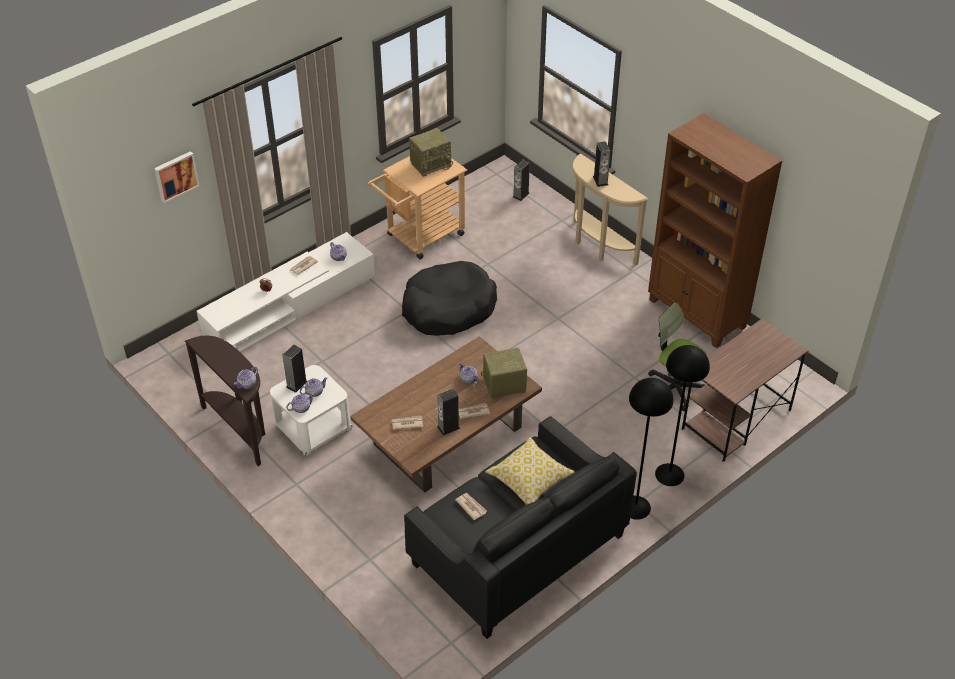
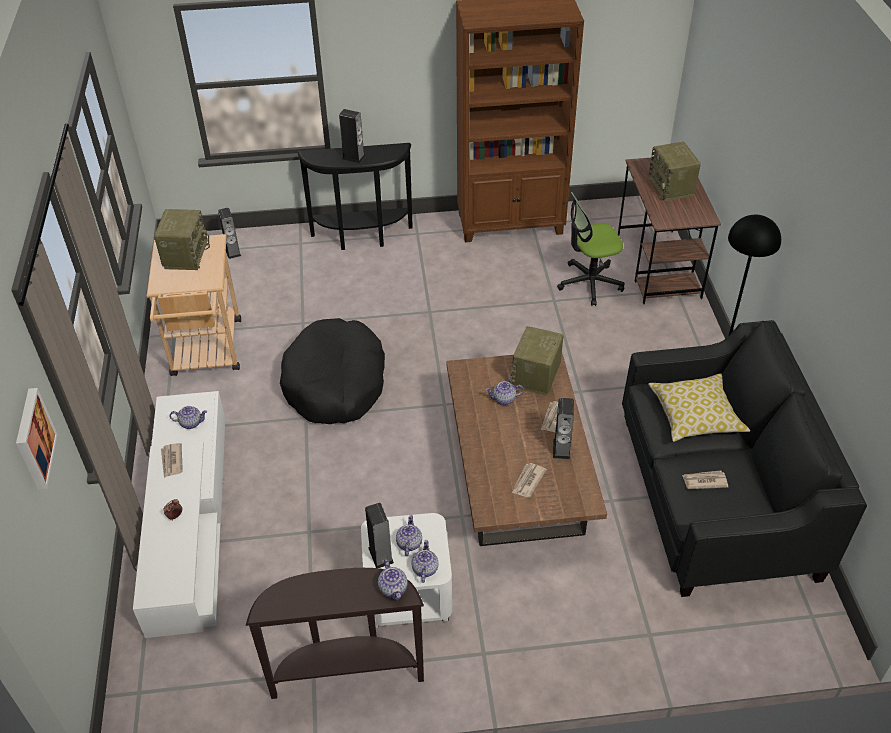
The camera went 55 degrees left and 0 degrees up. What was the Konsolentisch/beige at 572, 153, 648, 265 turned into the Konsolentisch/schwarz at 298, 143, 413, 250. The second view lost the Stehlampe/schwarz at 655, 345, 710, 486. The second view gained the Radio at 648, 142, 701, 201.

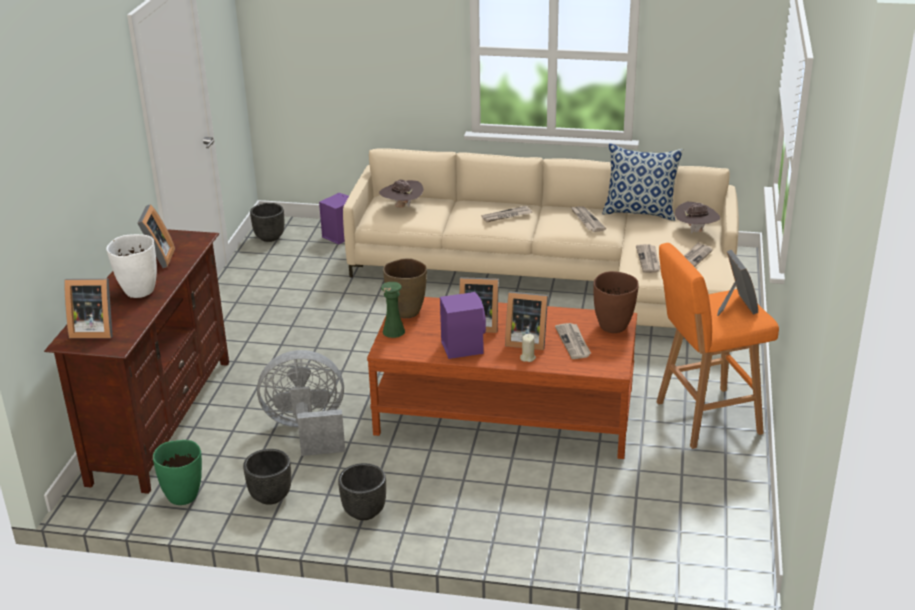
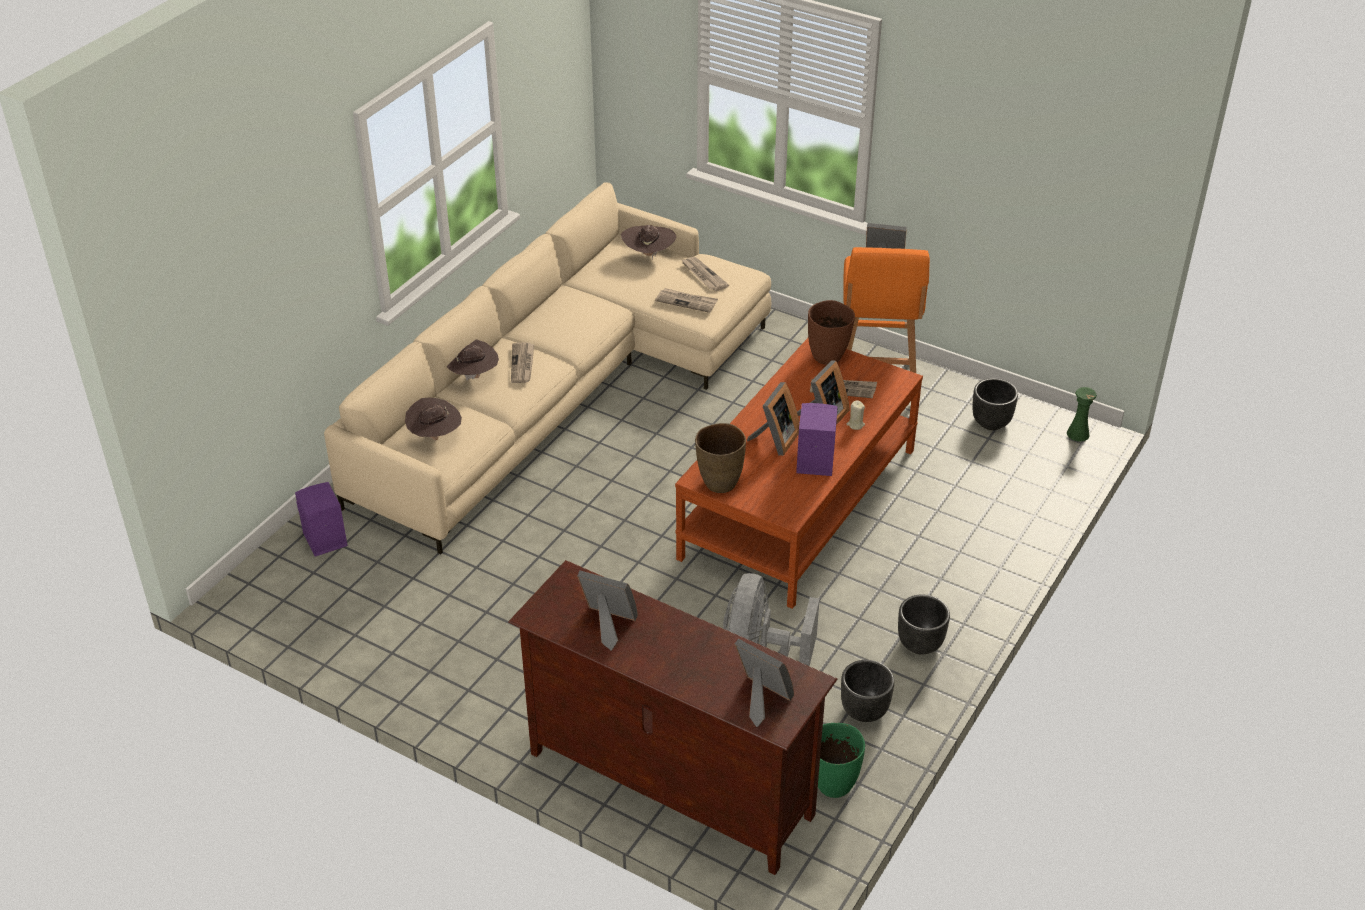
The camera went 70 degrees left and 10 degrees up. The second view lost the Kissen at 602, 143, 683, 221. The Pflanzkübel/schwarz ended up elsewhere, having gone from 250, 203, 284, 242 to 972, 378, 1018, 430. The second view lost the Zeitung at 571, 206, 606, 232. The second view lost the Vase/weiß at 106, 234, 157, 298. The Bilderrahmen at 64, 278, 113, 338 ended up facing another way, 75 degrees counterclockwise from before. The Vase/grün ended up elsewhere, having gone from 381, 282, 405, 338 to 1067, 387, 1097, 442. The second view gained the Hut/braun at 446, 340, 499, 381.

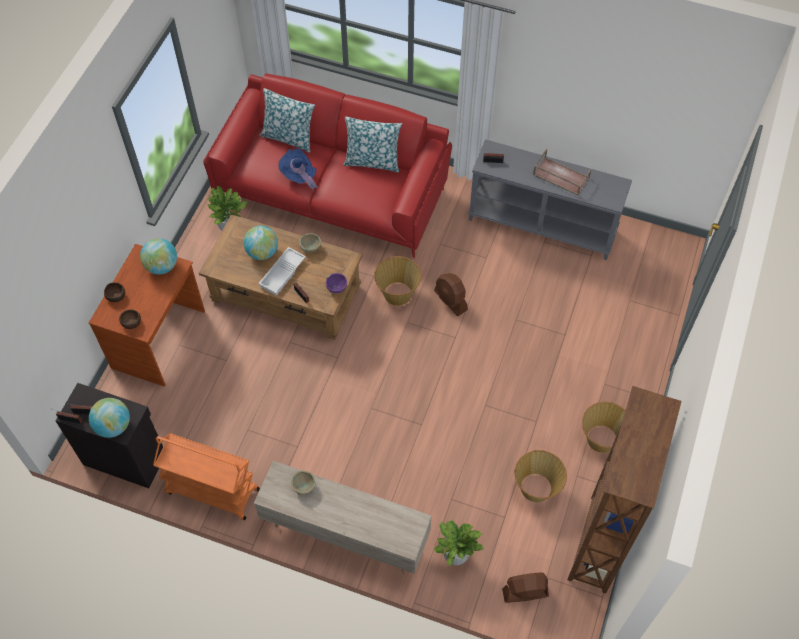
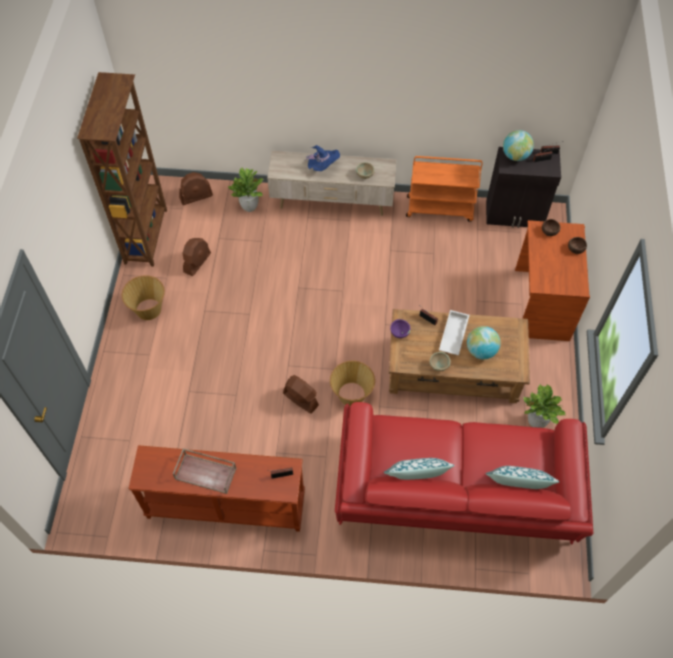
The camera went 165 degrees right and 0 degrees up. What was the Konsolentisch/grau at 468, 139, 632, 260 turned into the Konsolentisch/braun at 128, 445, 305, 532. The Hut/blau ended up elsewhere, having gone from 278, 149, 318, 190 to 304, 145, 340, 171. The second view lost the Globus at 140, 238, 177, 275. Where the Korb stood at 514, 450, 567, 502, the Ventilator/braun came to stand at 183, 238, 211, 276.

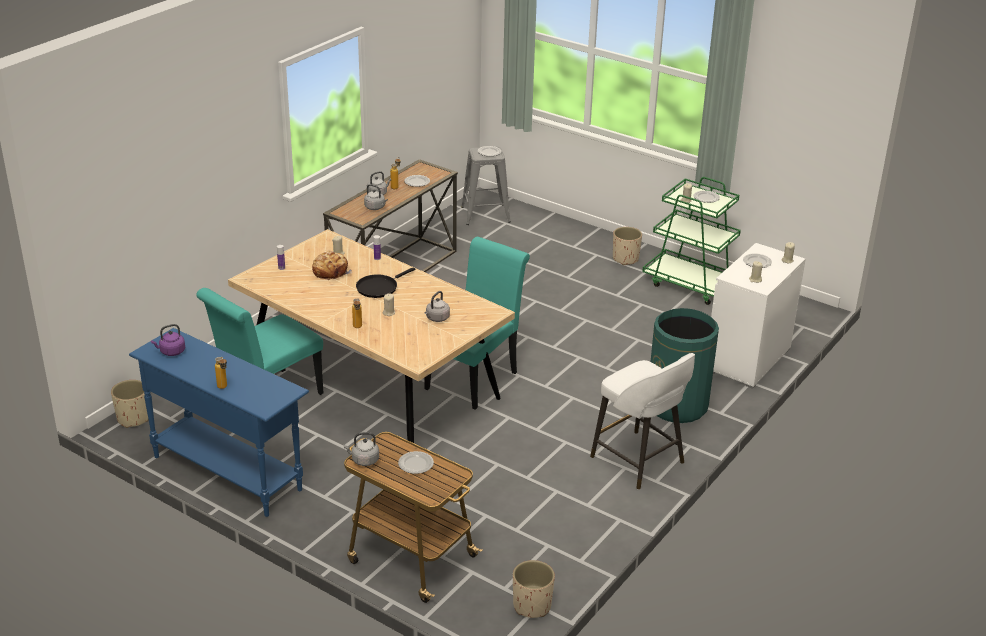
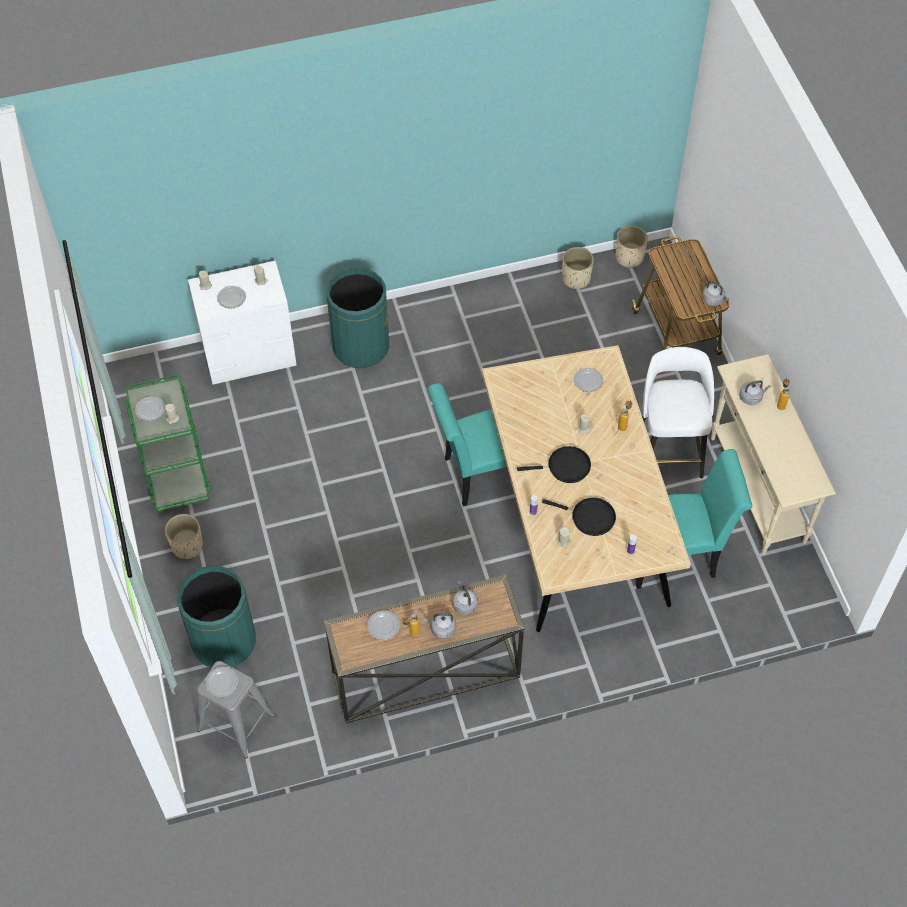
The camera went 140 degrees left and 25 degrees up. Where the Brot stood at 312, 251, 352, 280, the Pfanne/schwarz came to stand at 542, 497, 616, 536. The Wasserkessel/grau ended up elsewhere, having gone from 425, 291, 450, 322 to 739, 381, 771, 405. The second view lost the Wasserkessel/lila at 151, 324, 185, 356. What was the Konsolentisch/blau at 129, 328, 309, 517 turned into the Konsolentisch/beige at 711, 354, 836, 554. The Hocker/weiß ended up elsewhere, having gone from 590, 353, 695, 490 to 642, 347, 714, 478. The Pflanzkübel/beige ended up elsewhere, having gone from 111, 380, 148, 428 to 562, 247, 594, 289. The Teller ended up elsewhere, having gone from 398, 451, 434, 474 to 573, 368, 603, 392. The second view gained the Mülleimer/grün at 177, 566, 256, 668.

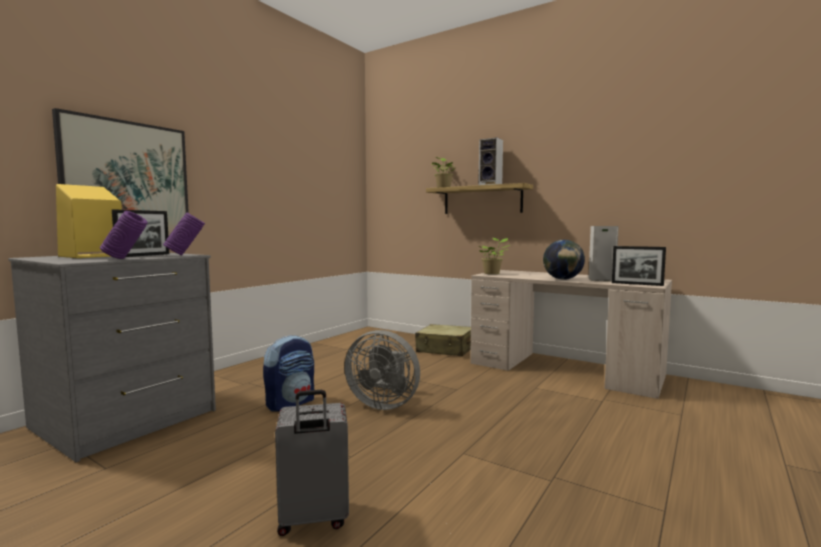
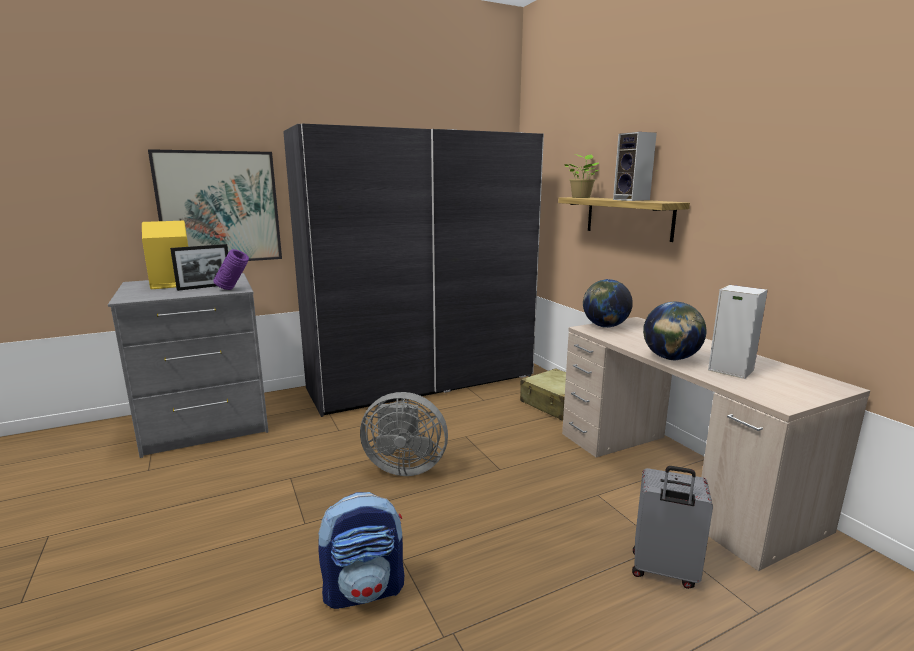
The camera went 30 degrees right and 10 degrees up. The second view lost the Vase/lila at 100, 211, 148, 259. Where the Topfpflanze stood at 479, 238, 510, 274, the Globus came to stand at 583, 279, 633, 328. The second view lost the Bilderrahmen at 612, 246, 666, 286. The Ventilator/grau at 344, 330, 420, 410 ended up facing another way, 45 degrees counterclockwise from before. The Rucksack ended up elsewhere, having gone from 263, 335, 314, 412 to 318, 492, 404, 609. The Koffer/grau ended up elsewhere, having gone from 275, 390, 349, 536 to 632, 466, 713, 589. The second view gained the Kleiderschrank/grau at 283, 124, 544, 417.

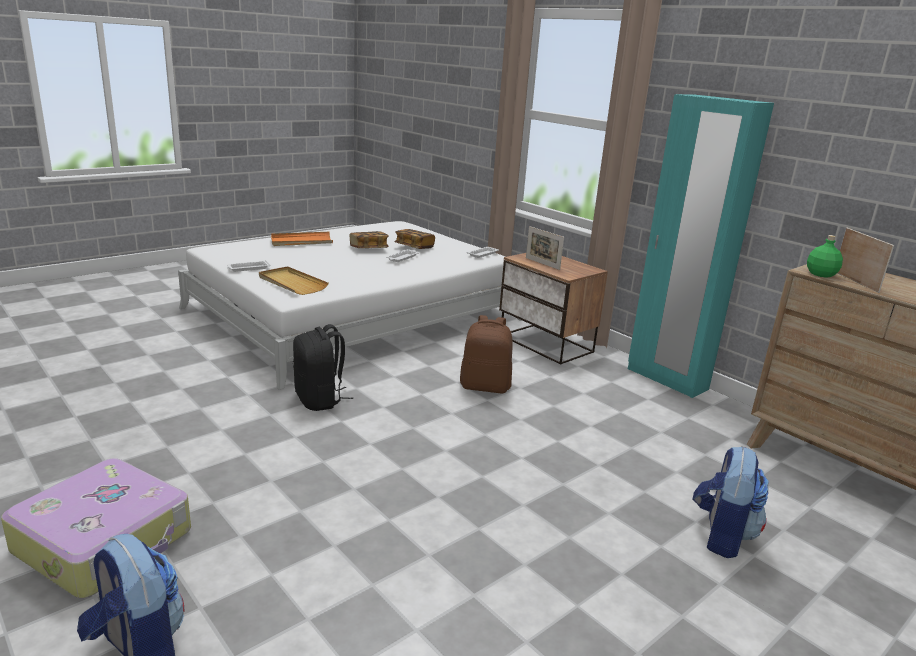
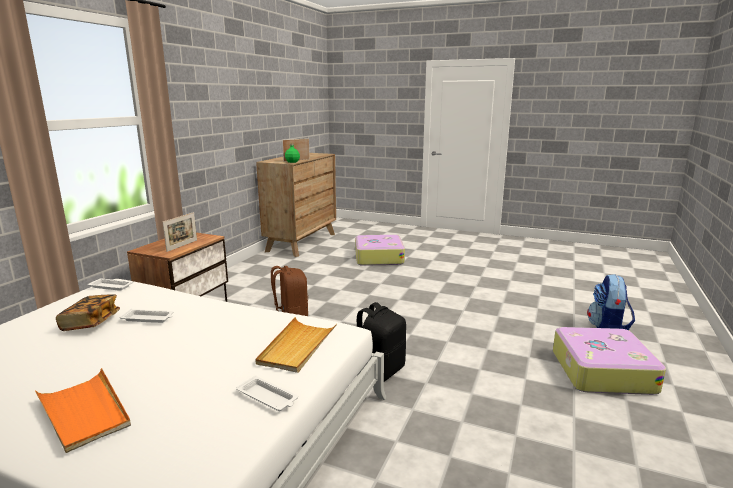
The camera went 115 degrees left and 5 degrees down. The second view lost the Kleiderschrank/türkis at 628, 94, 774, 398. The second view lost the Buch at 349, 231, 389, 248. Where the Rucksack stood at 692, 446, 769, 558, the Koffer came to stand at 355, 235, 405, 266.

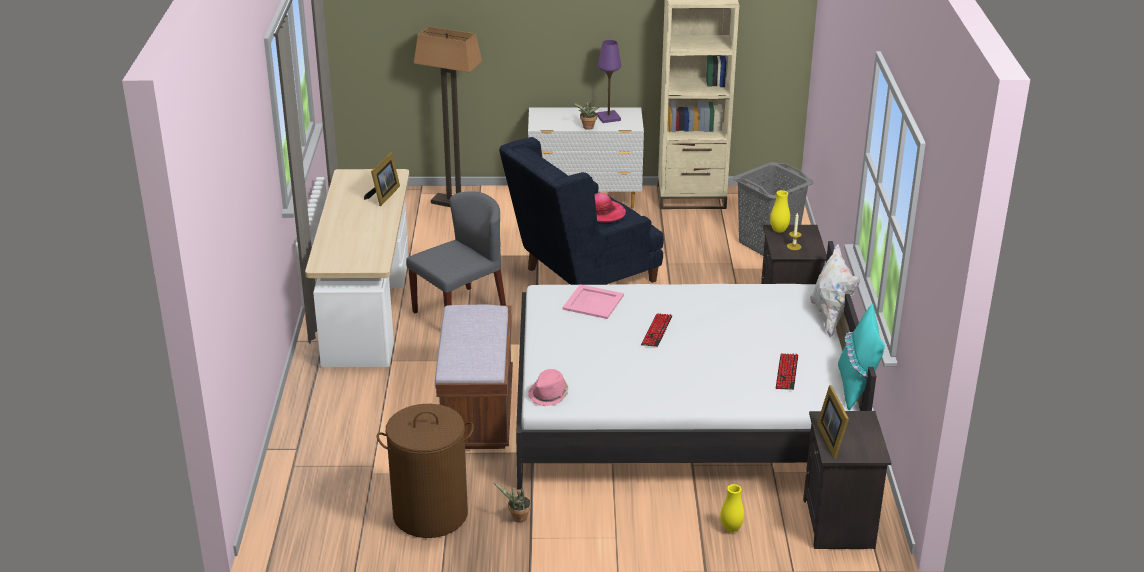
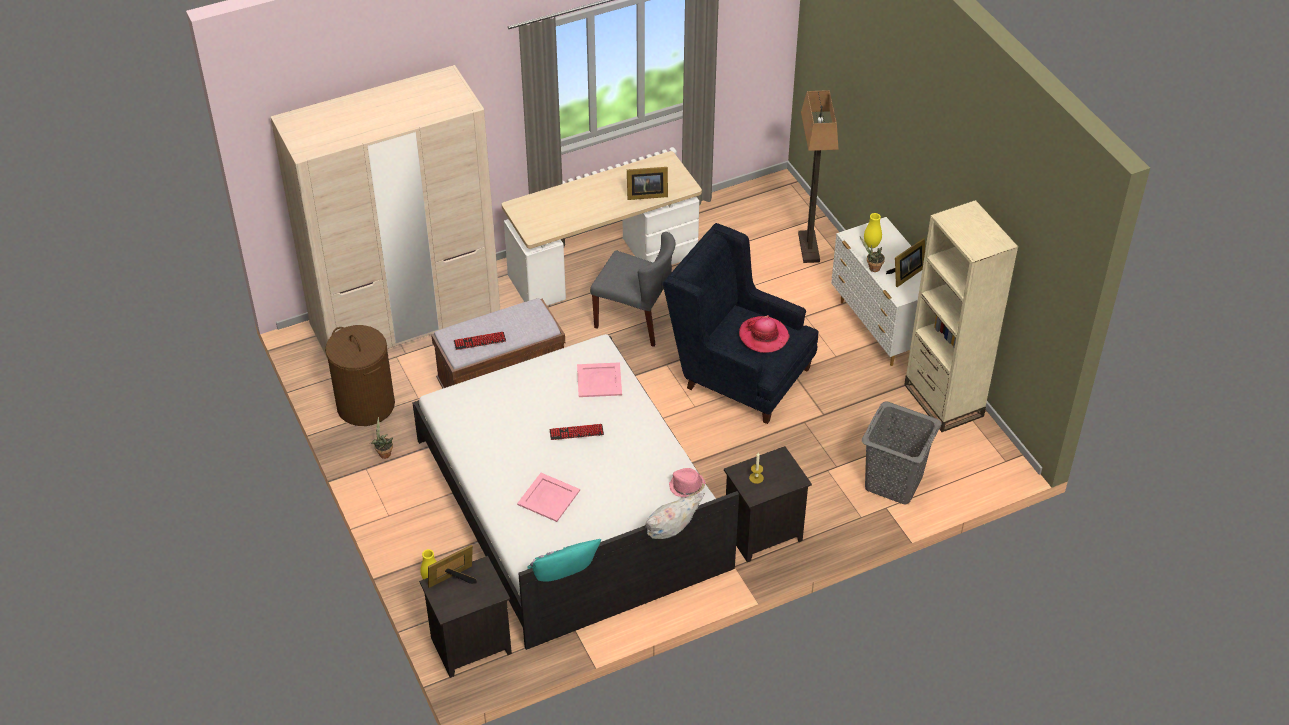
The camera went 65 degrees right and 15 degrees up. Where the Tischlampe/lila stood at 597, 40, 621, 123, the Bilderrahmen came to stand at 886, 238, 925, 287. The Vase/gelb ended up elsewhere, having gone from 770, 190, 790, 233 to 864, 213, 882, 248. The Tastatur ended up elsewhere, having gone from 776, 353, 798, 390 to 454, 332, 506, 350. The Hut/rosa ended up elsewhere, having gone from 528, 369, 568, 406 to 669, 468, 706, 497. The second view gained the Kleiderschrank/beige at 271, 65, 500, 359. The second view gained the Tablett/rosa at 517, 473, 580, 522.

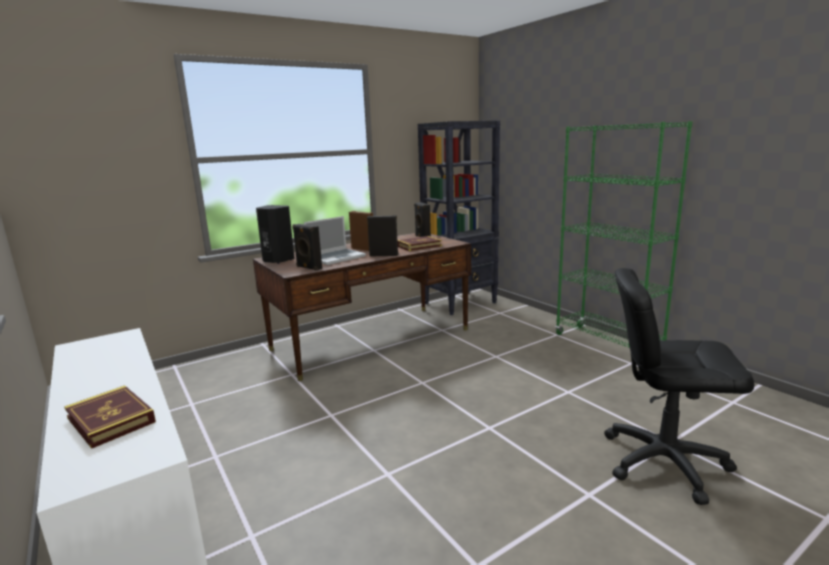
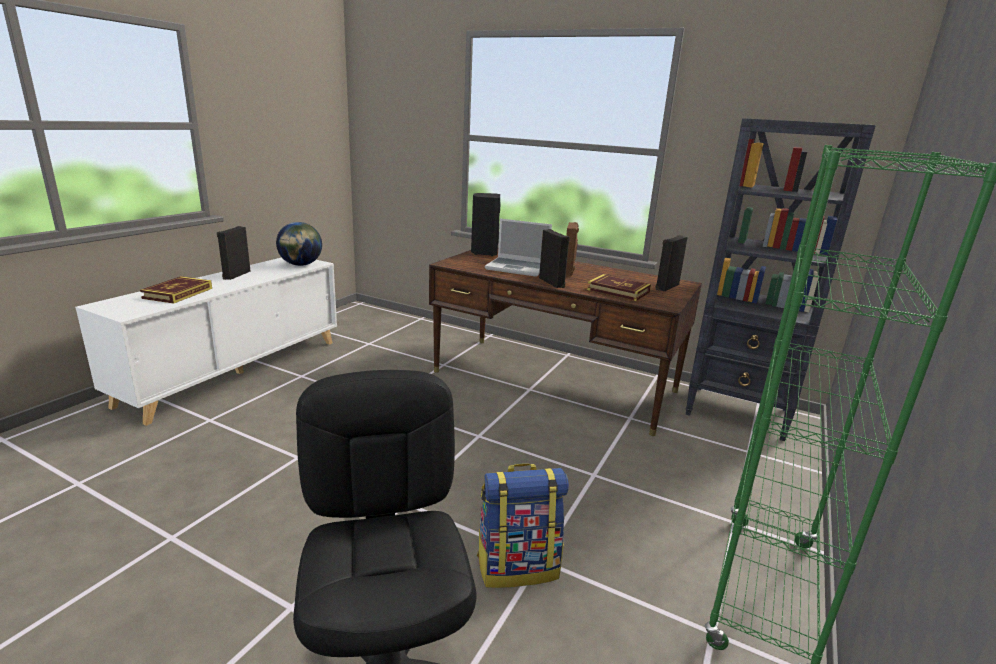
The camera went 60 degrees right and 5 degrees up. The Lautsprecher/schwarz ended up elsewhere, having gone from 292, 224, 322, 271 to 217, 226, 251, 280. The second view gained the Globus at 276, 222, 322, 266. The second view gained the Rucksack at 477, 463, 569, 588.

